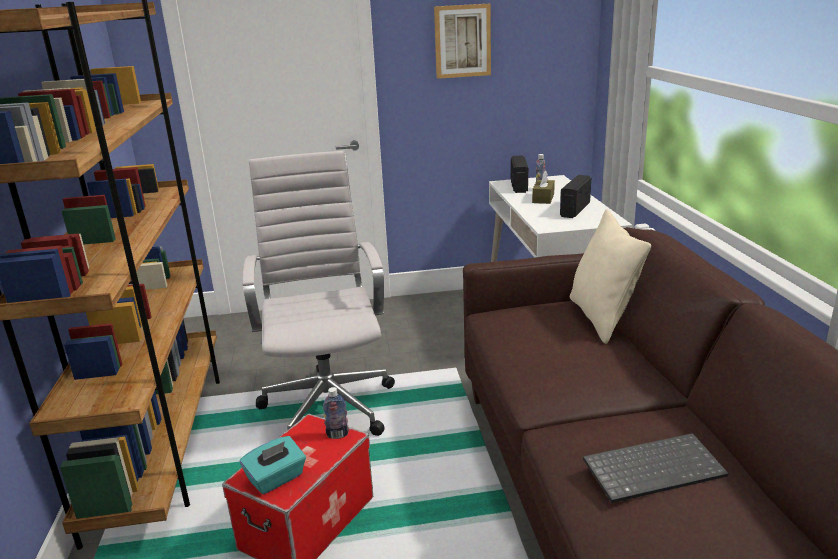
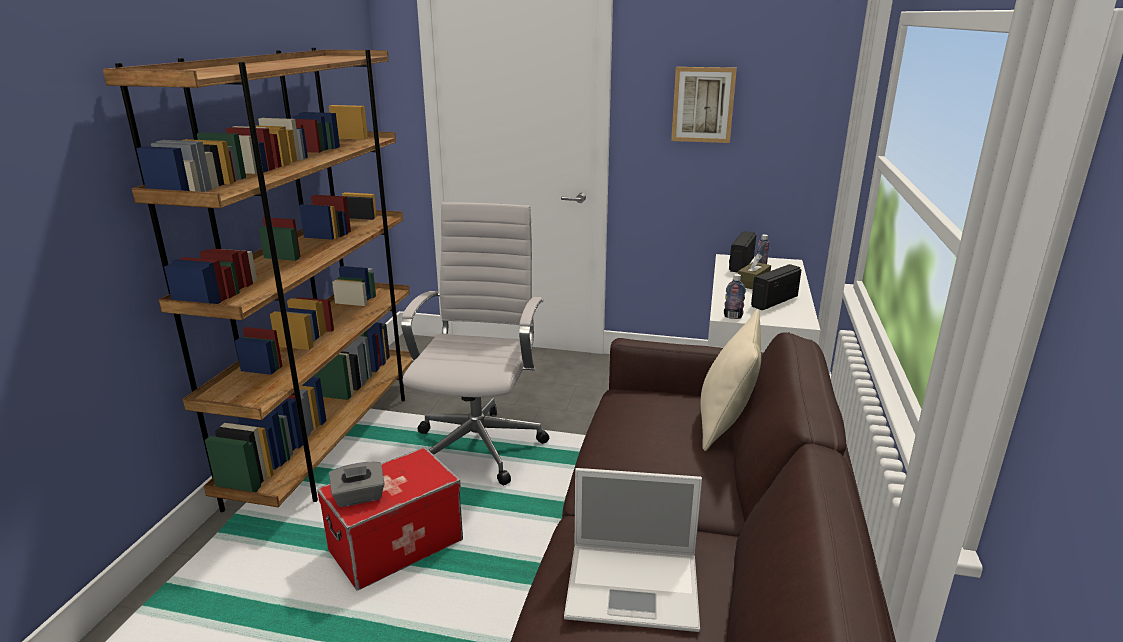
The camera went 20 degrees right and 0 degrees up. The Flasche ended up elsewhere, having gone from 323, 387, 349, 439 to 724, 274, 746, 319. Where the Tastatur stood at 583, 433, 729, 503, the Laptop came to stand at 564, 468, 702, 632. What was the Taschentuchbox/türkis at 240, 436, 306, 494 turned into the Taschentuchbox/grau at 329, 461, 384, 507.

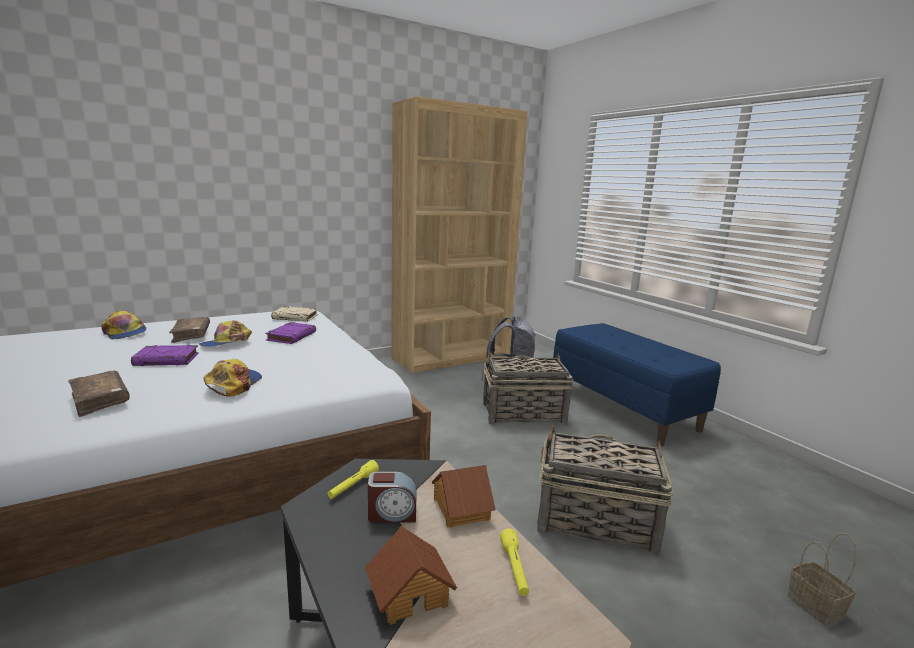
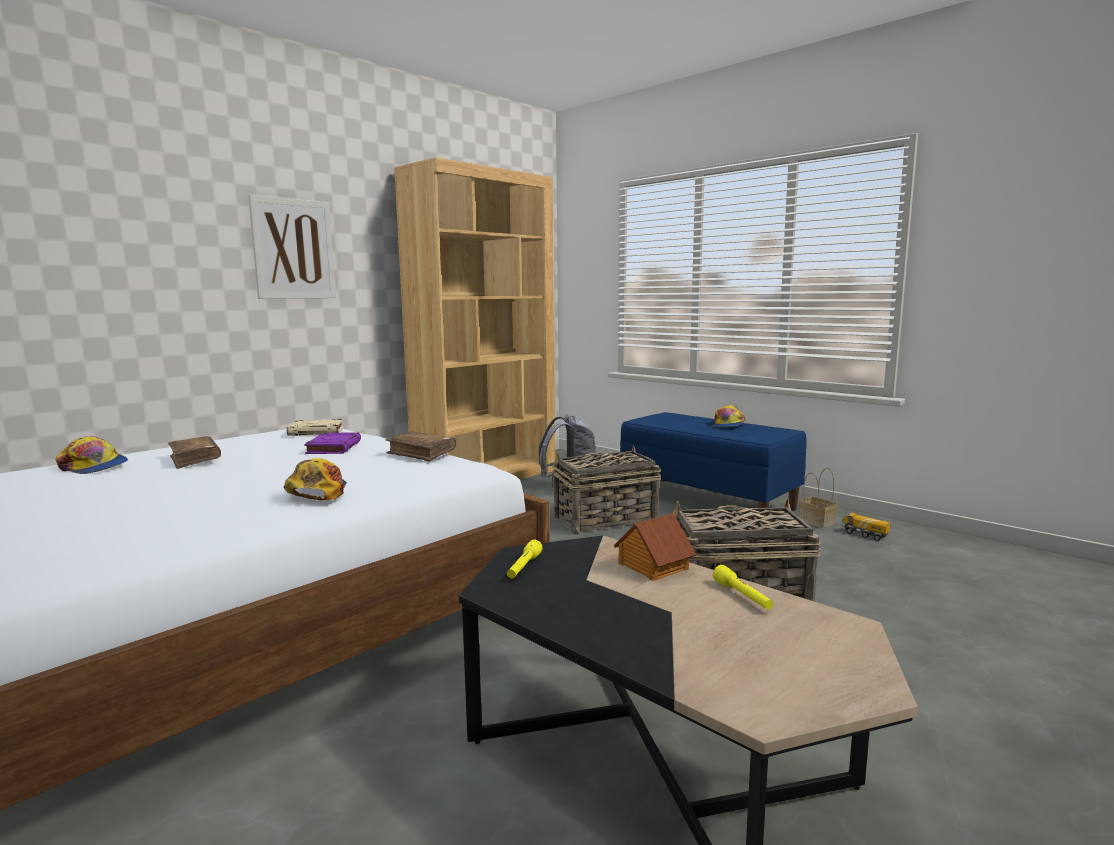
The camera went 15 degrees left and 5 degrees down. The Kappe ended up elsewhere, having gone from 199, 320, 252, 347 to 711, 405, 746, 427. The second view lost the Buch/lila at 131, 345, 199, 366. The Buch/braun ended up elsewhere, having gone from 68, 371, 130, 417 to 386, 432, 456, 462. The second view lost the Wecker at 368, 472, 417, 523. The second view lost the Spielzeughaus at 365, 525, 457, 625. The Korb ended up elsewhere, having gone from 787, 533, 857, 626 to 799, 468, 837, 528. The second view gained the Bild at 248, 194, 336, 299. The second view gained the Spielzeuglaster at 841, 512, 891, 541.

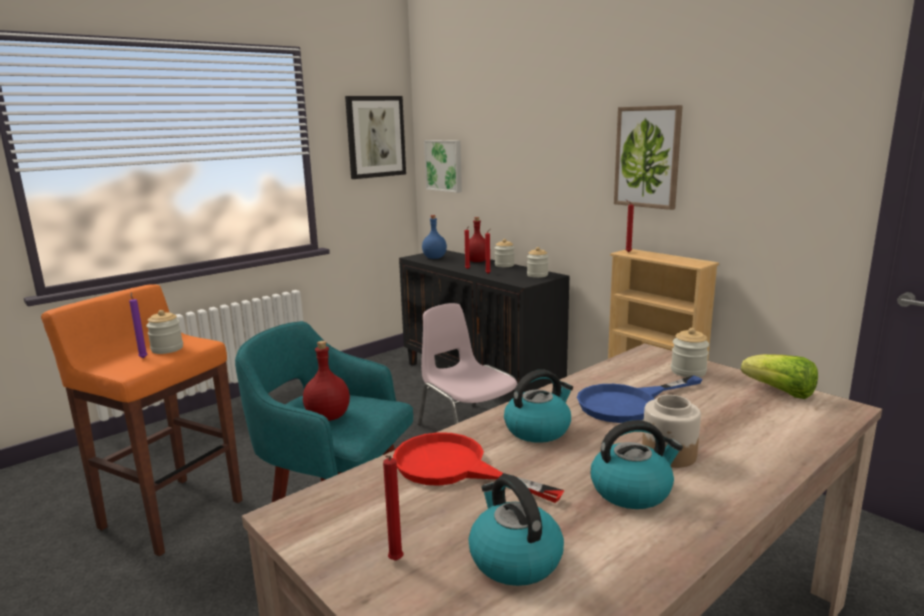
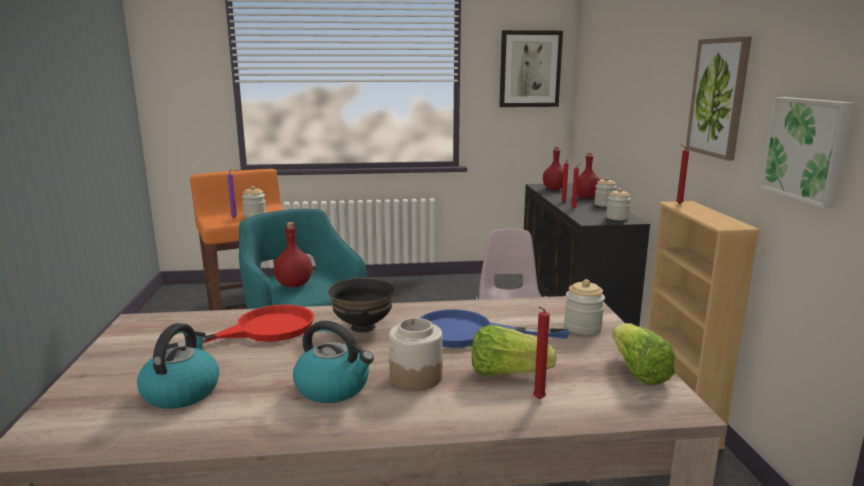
The camera went 35 degrees right and 0 degrees up. The Bild ended up elsewhere, having gone from 424, 140, 462, 193 to 759, 97, 856, 208. What was the Flasche/blau at 422, 215, 447, 259 turned into the Flasche/rot at 543, 147, 568, 190. Where the Wasserkessel stood at 504, 369, 573, 443, the Schüssel/schwarz came to stand at 328, 278, 395, 333. The Pfanne/rot at 393, 432, 564, 503 ended up facing another way, 75 degrees clockwise from before. The Kerze/rot ended up elsewhere, having gone from 383, 455, 403, 561 to 533, 307, 550, 399. The second view gained the Salatkopf at 472, 325, 557, 376.

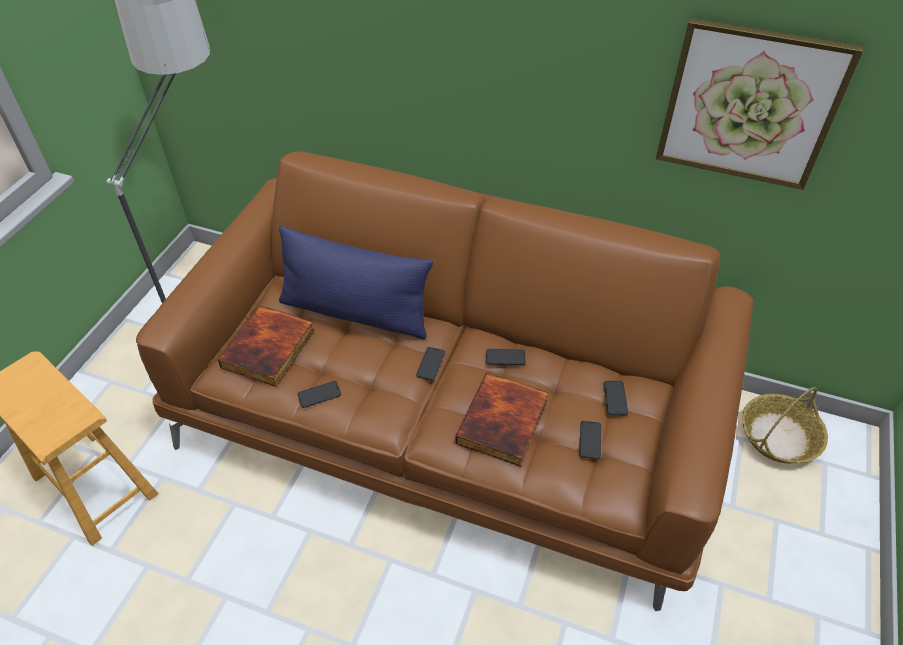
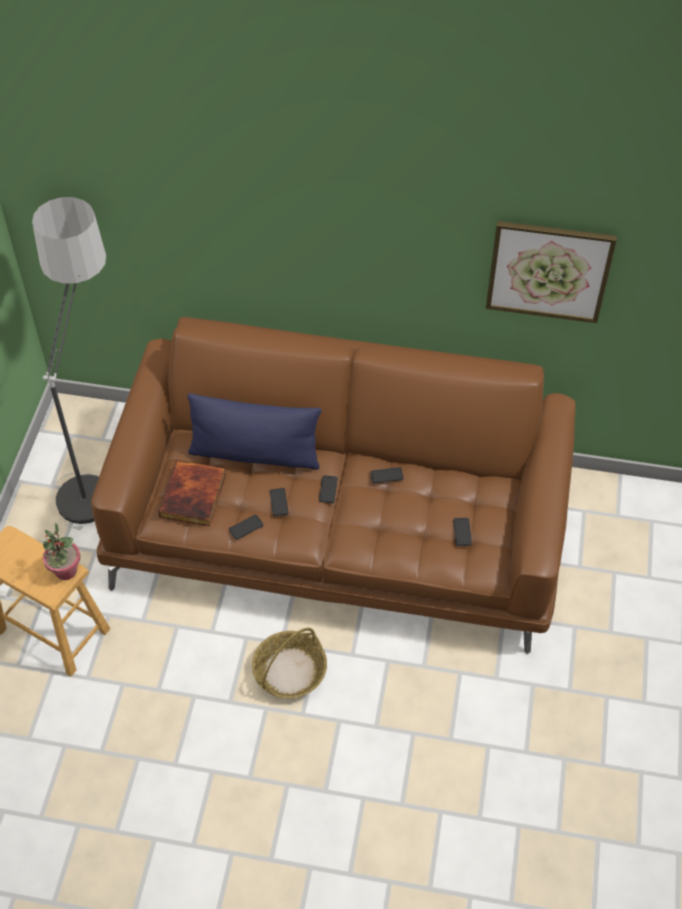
The camera went 10 degrees left and 5 degrees up. The second view lost the Buch at 456, 373, 548, 466. The Handy ended up elsewhere, having gone from 604, 381, 628, 415 to 269, 488, 289, 516. The Korb ended up elsewhere, having gone from 742, 387, 828, 463 to 252, 628, 327, 698. The second view gained the Topfpflanze at 43, 523, 80, 580.

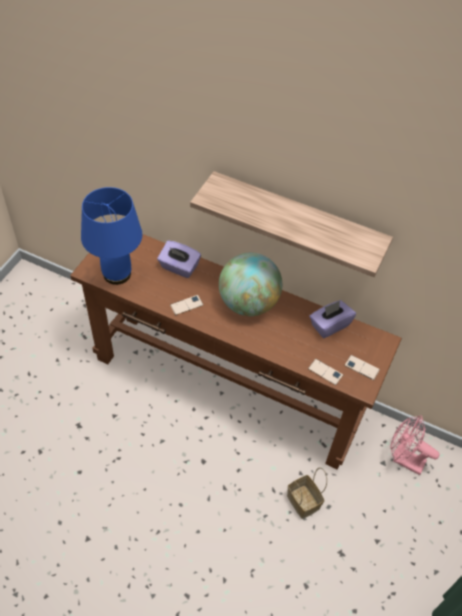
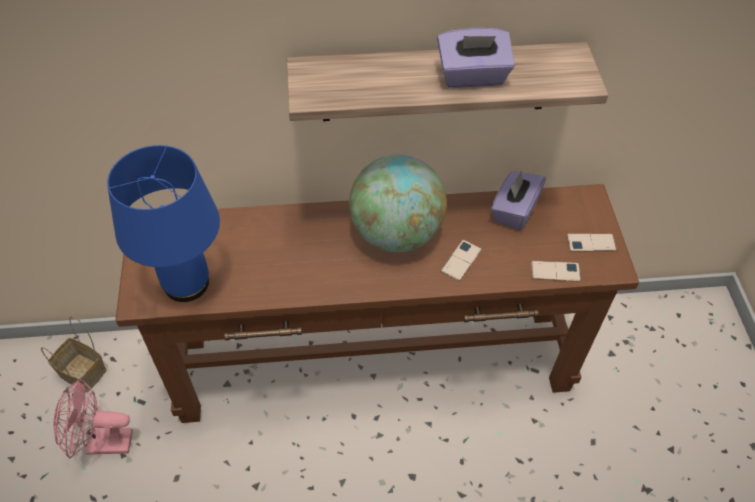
The camera went 30 degrees left and 0 degrees up. The Taschentuchbox/lila ended up elsewhere, having gone from 157, 241, 201, 278 to 437, 28, 515, 88. The Handy ended up elsewhere, having gone from 170, 295, 204, 315 to 440, 240, 482, 281. The Ventilator/rosa ended up elsewhere, having gone from 390, 415, 440, 475 to 53, 378, 133, 458. The Korb ended up elsewhere, having gone from 287, 467, 327, 519 to 41, 316, 107, 392.

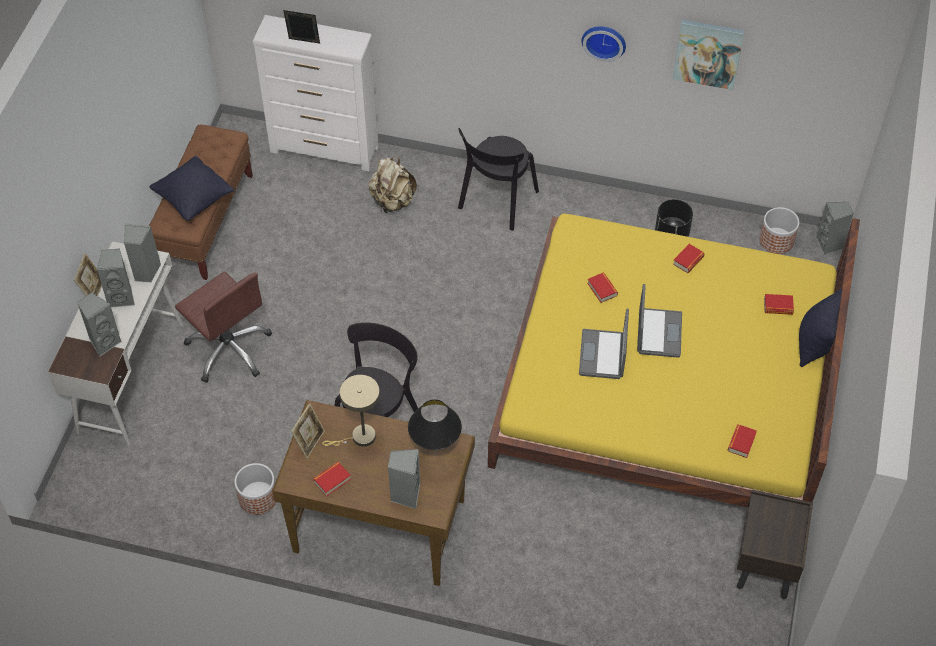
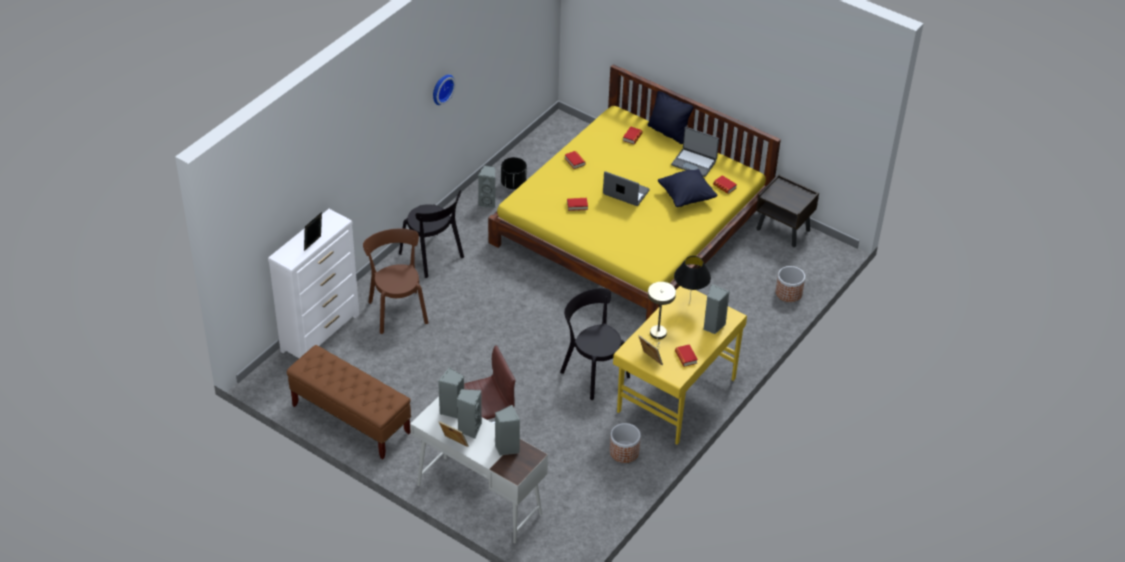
The camera went 70 degrees left and 10 degrees down. The second view lost the Bild at 673, 20, 745, 90. The Kissen/schwarz ended up elsewhere, having gone from 150, 156, 234, 221 to 658, 169, 717, 207. Where the Rucksack/beige stood at 368, 156, 417, 213, the Stuhl/braun came to stand at 363, 229, 429, 334. The Lautsprecher/grau ended up elsewhere, having gone from 816, 202, 854, 255 to 478, 166, 496, 208. The Pflanzkübel ended up elsewhere, having gone from 759, 207, 799, 254 to 775, 266, 805, 302. The Laptop ended up elsewhere, having gone from 579, 309, 629, 379 to 671, 127, 719, 177. What was the Schreibtisch/braun at 272, 400, 475, 586 turned into the Schreibtisch/gelb at 613, 286, 747, 444.

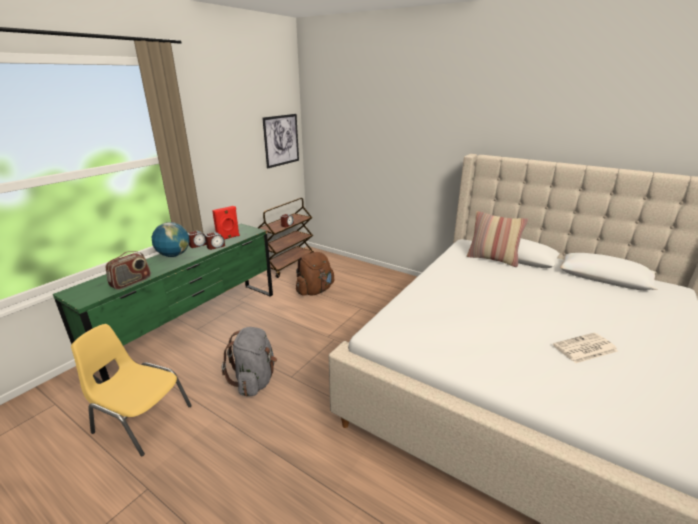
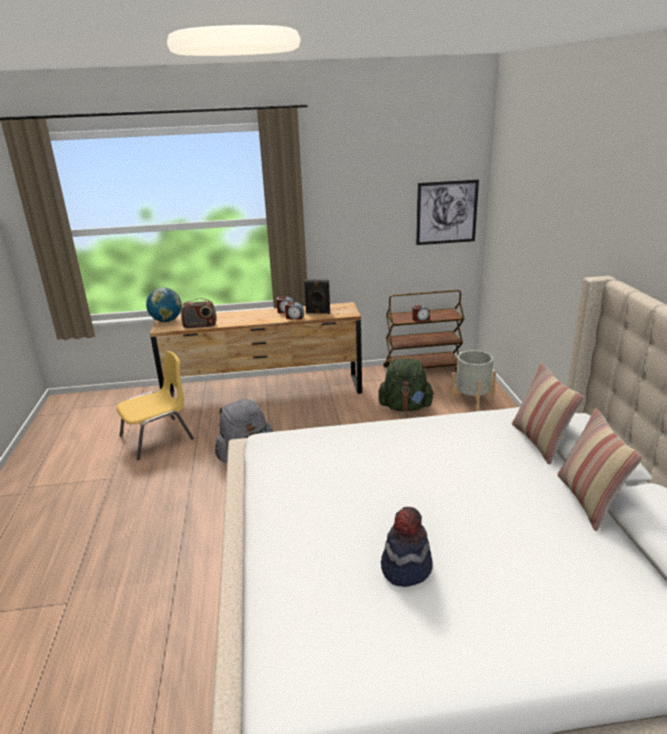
The camera went 50 degrees right and 0 degrees up. What was the Lautsprecher/rot at 212, 206, 240, 240 turned into the Lautsprecher/schwarz at 304, 280, 330, 314. The Globus ended up elsewhere, having gone from 151, 222, 189, 257 to 146, 287, 182, 322. What was the Kommode/grün at 53, 224, 273, 384 turned into the Kommode/braun at 150, 302, 362, 397. What was the Rucksack/braun at 296, 252, 334, 296 turned into the Rucksack/grün at 378, 359, 435, 411. The Stuhl/gelb at 71, 324, 192, 456 ended up facing another way, 75 degrees clockwise from before. Where the Zeitung stood at 553, 333, 618, 363, the Hut came to stand at 381, 507, 433, 587. The second view gained the Pflanzkübel/grau at 451, 350, 496, 411. The second view gained the Kissen at 557, 408, 642, 531.

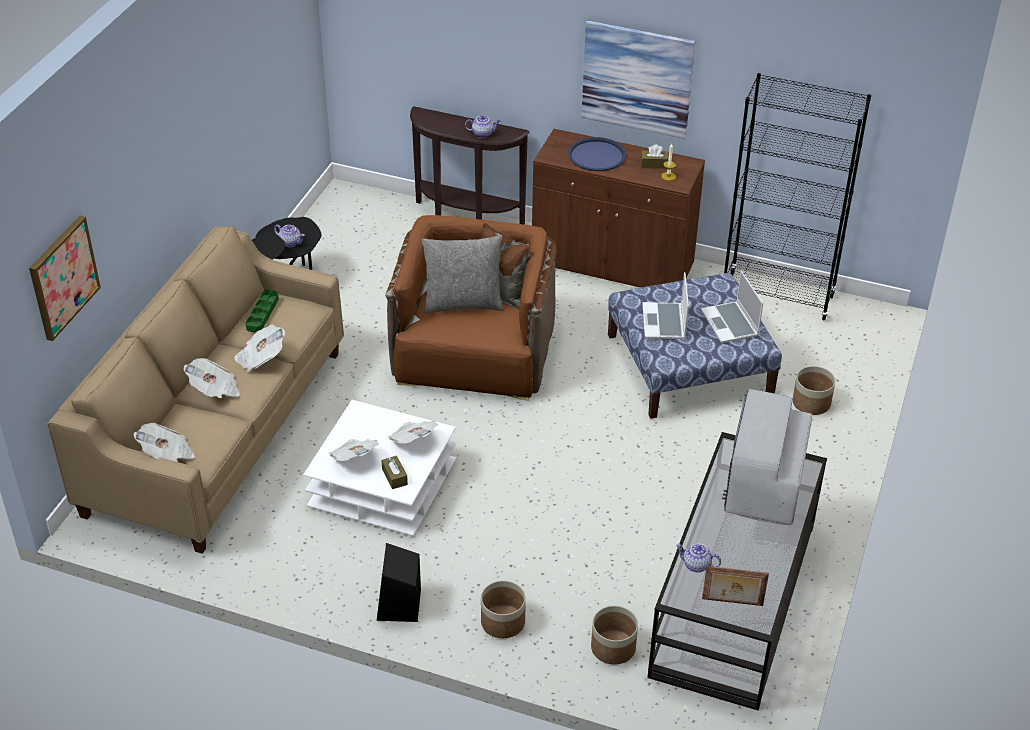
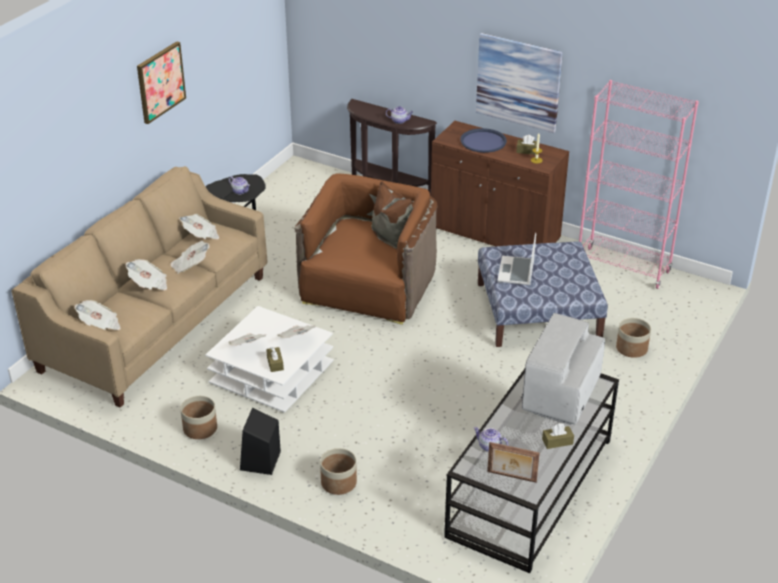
The camera went 10 degrees right and 5 degrees down. What was the Bücherregal/schwarz at 724, 73, 871, 320 turned into the Bücherregal/rosa at 579, 80, 699, 289. The Bild ended up elsewhere, having gone from 29, 216, 101, 341 to 137, 41, 186, 124. The second view lost the Kissen/grau at 422, 235, 504, 314. The second view lost the Laptop at 701, 271, 763, 343. Where the Tablett/grün stood at 246, 289, 279, 333, the Zeitung came to stand at 179, 214, 220, 239. The Pflanzkübel ended up elsewhere, having gone from 591, 606, 638, 664 to 180, 396, 217, 439. The second view gained the Taschentuchbox/braun at 542, 423, 574, 449.

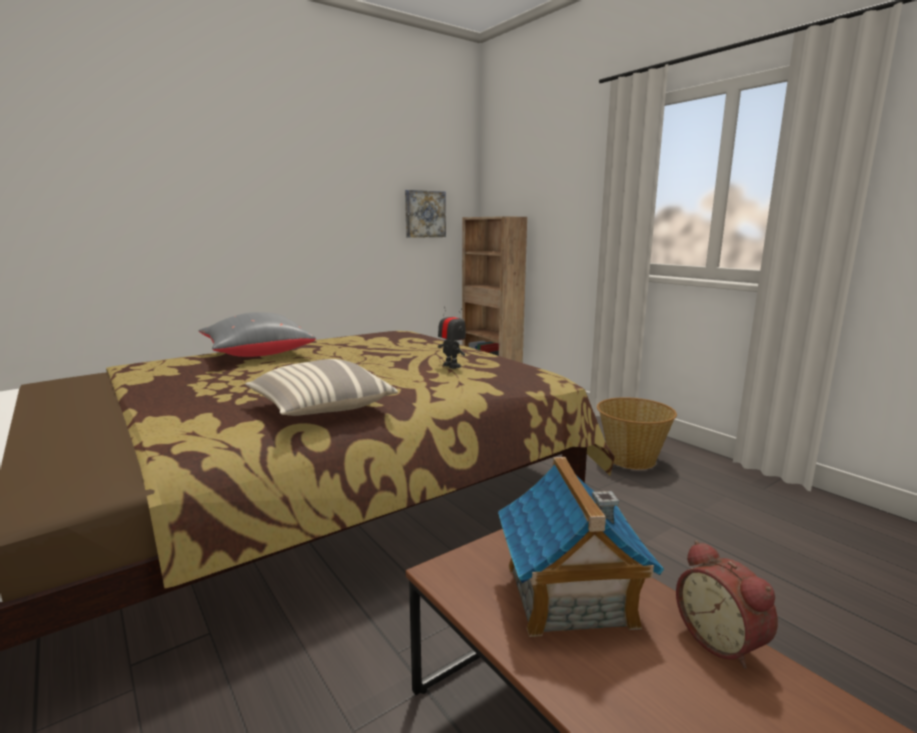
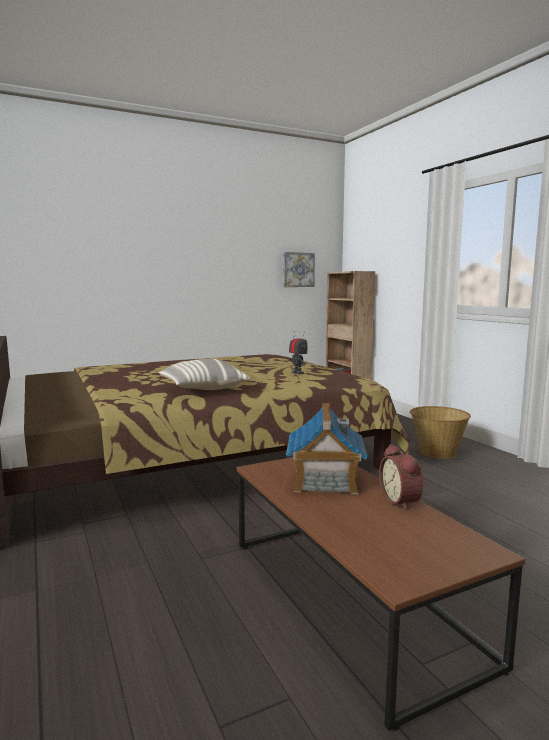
The camera went 10 degrees right and 5 degrees down. The second view lost the Kissen/grau at 199, 312, 316, 357.

